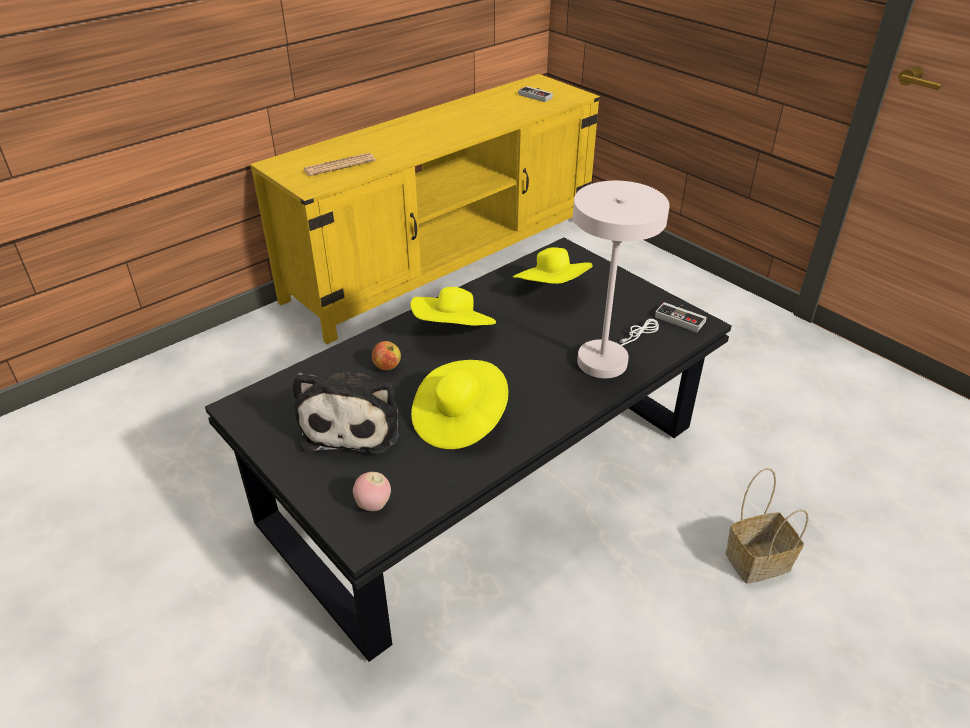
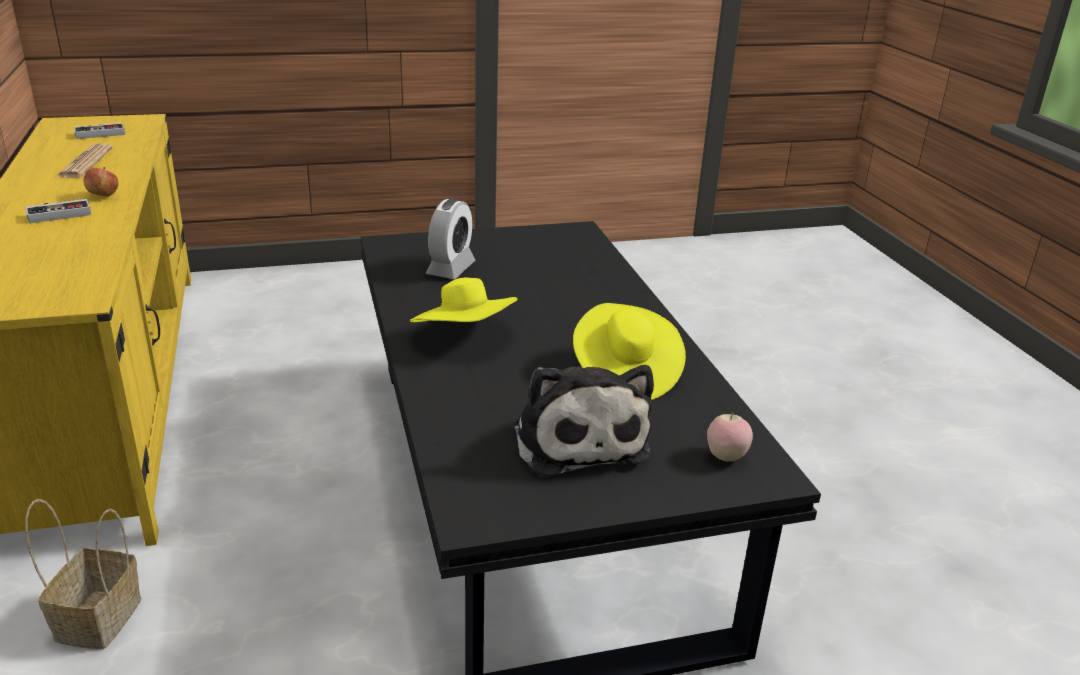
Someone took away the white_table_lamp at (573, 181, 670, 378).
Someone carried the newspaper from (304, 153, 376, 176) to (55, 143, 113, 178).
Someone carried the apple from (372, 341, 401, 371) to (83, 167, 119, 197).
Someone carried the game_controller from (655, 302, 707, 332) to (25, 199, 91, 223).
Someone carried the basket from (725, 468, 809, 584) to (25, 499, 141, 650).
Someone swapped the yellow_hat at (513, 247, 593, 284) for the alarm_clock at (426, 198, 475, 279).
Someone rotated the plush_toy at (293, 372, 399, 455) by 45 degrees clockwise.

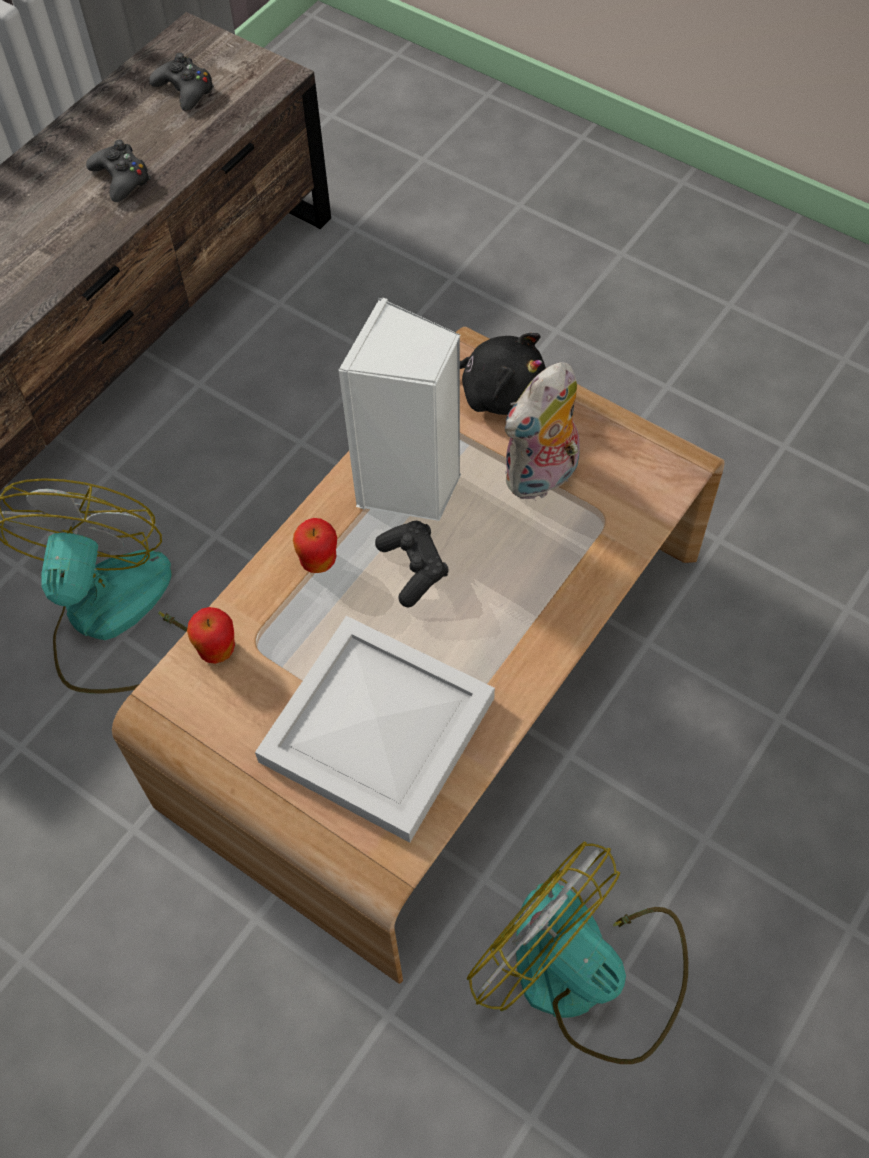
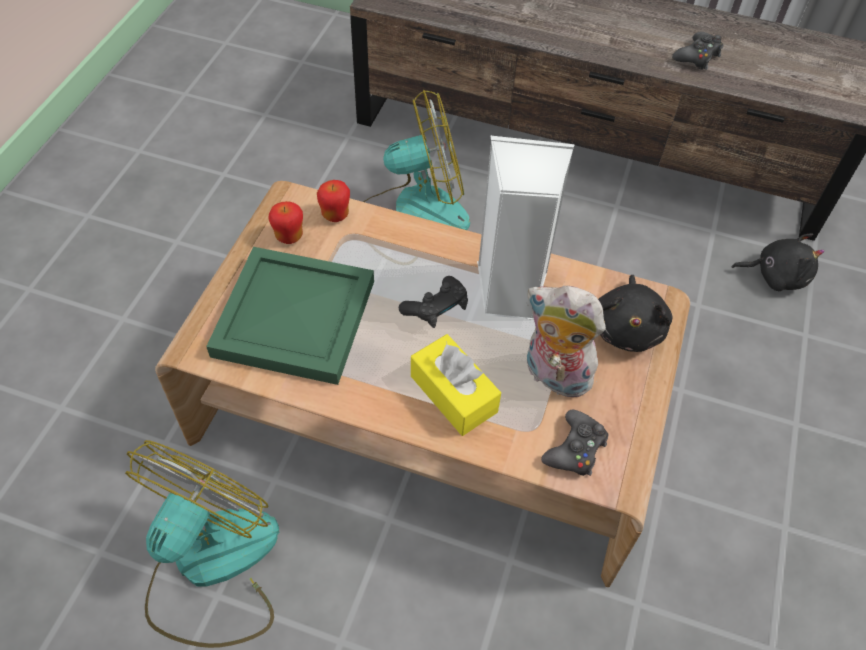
Someone put down the yellow_tissue_box at (411, 334, 501, 436).
Someone put down the black_plush_toy at (732, 233, 825, 291).
Someone carried the black_game_controller from (149, 53, 214, 111) to (541, 410, 608, 476).
Someone carried the apple from (293, 518, 337, 573) to (269, 201, 303, 244).
Someone repainted the white_tray at (255, 616, 495, 843), which became the green_tray at (206, 247, 374, 385).

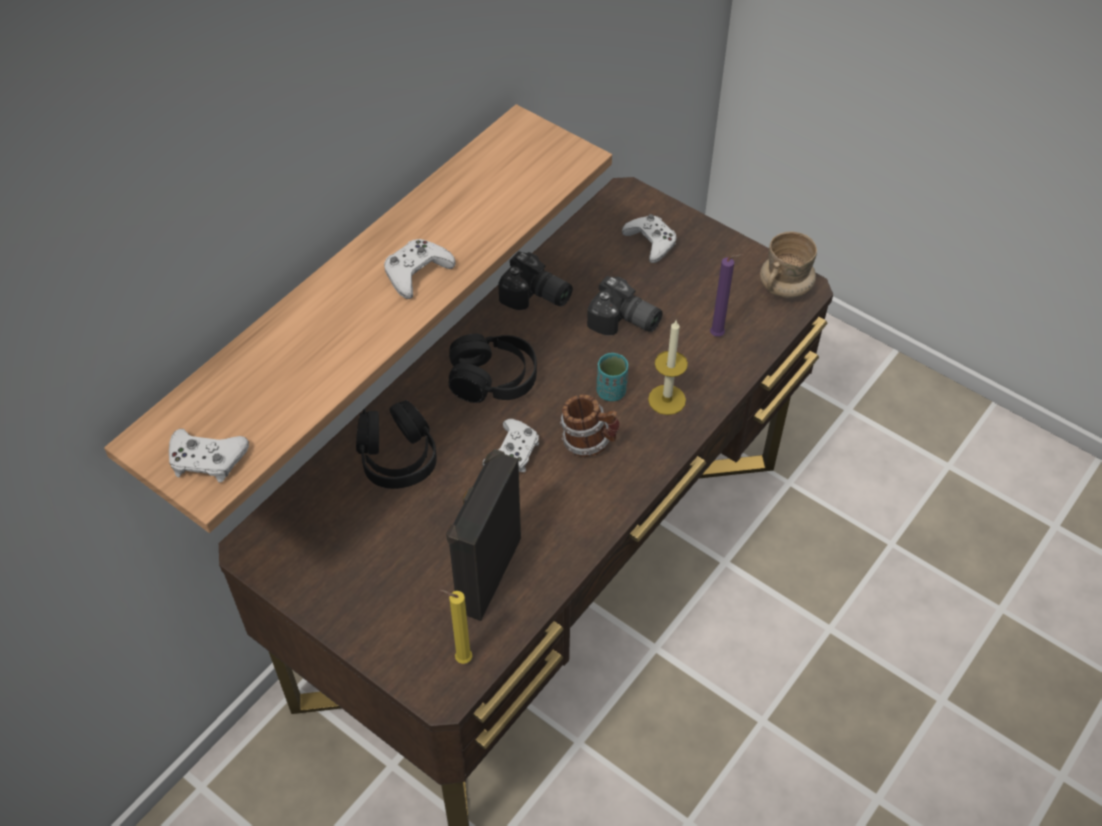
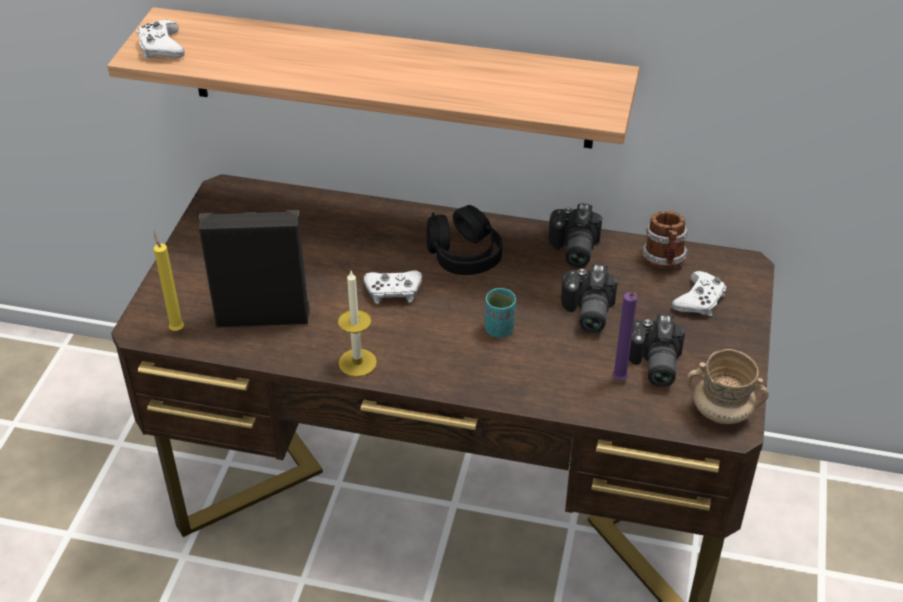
Someone took away the black_headphones at (356, 400, 437, 489).
Someone took away the white_game_controller at (384, 239, 455, 299).
Someone put down the photo_camera at (629, 314, 685, 388).
Someone carried the mug from (560, 394, 620, 457) to (642, 211, 688, 268).
Someone carried the candle from (648, 320, 688, 415) to (338, 271, 377, 377).

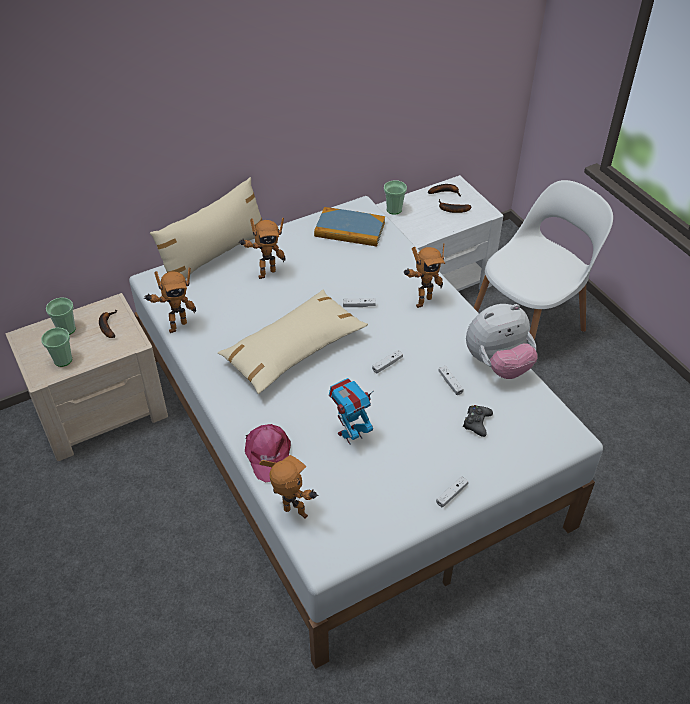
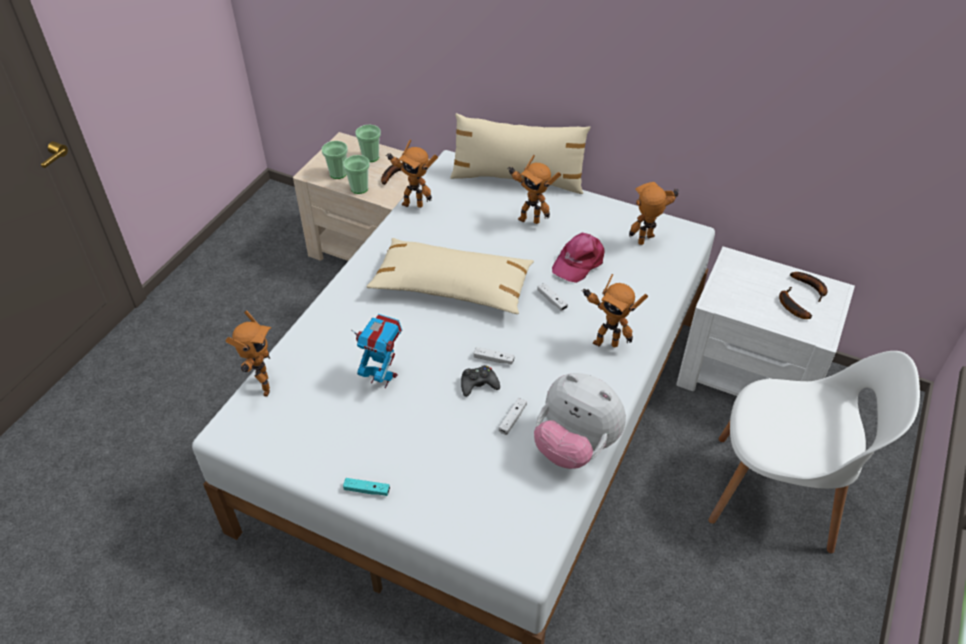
Someone carried the pink_cap from (245, 424, 291, 482) to (552, 233, 605, 283).
Someone carried the cup from (384, 180, 407, 215) to (343, 155, 370, 194).
Someone carried the black_game_controller from (463, 405, 493, 437) to (461, 365, 500, 397).
Someone swapped the book at (314, 207, 385, 246) for the toy_robot at (629, 182, 679, 245).
Someone repainted the white_game_controller at (436, 476, 468, 507), which became the turquoise_game_controller at (343, 478, 390, 496).

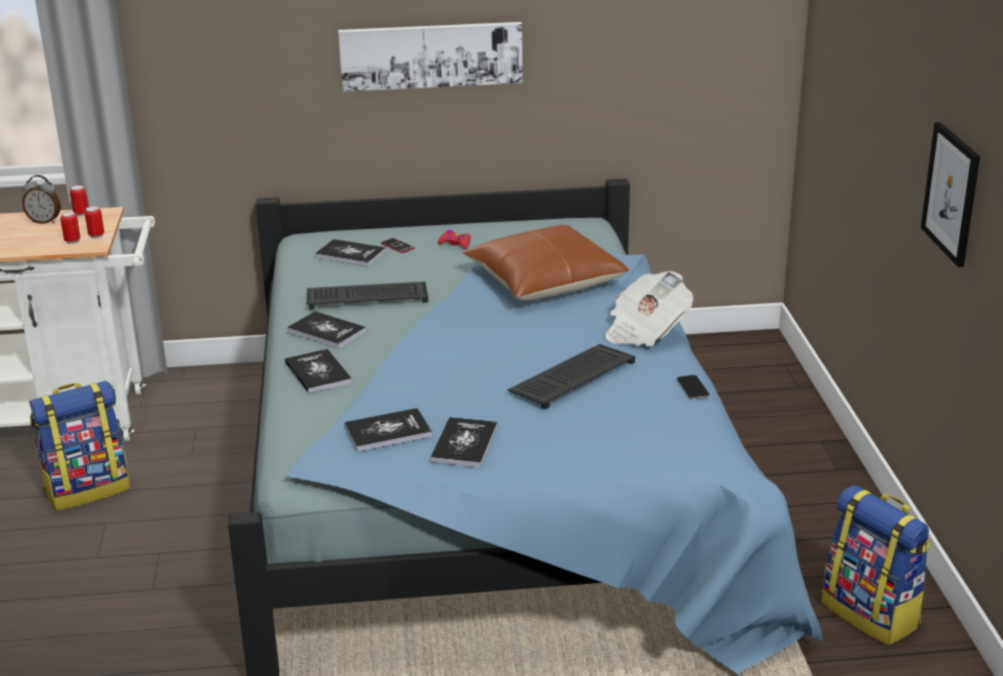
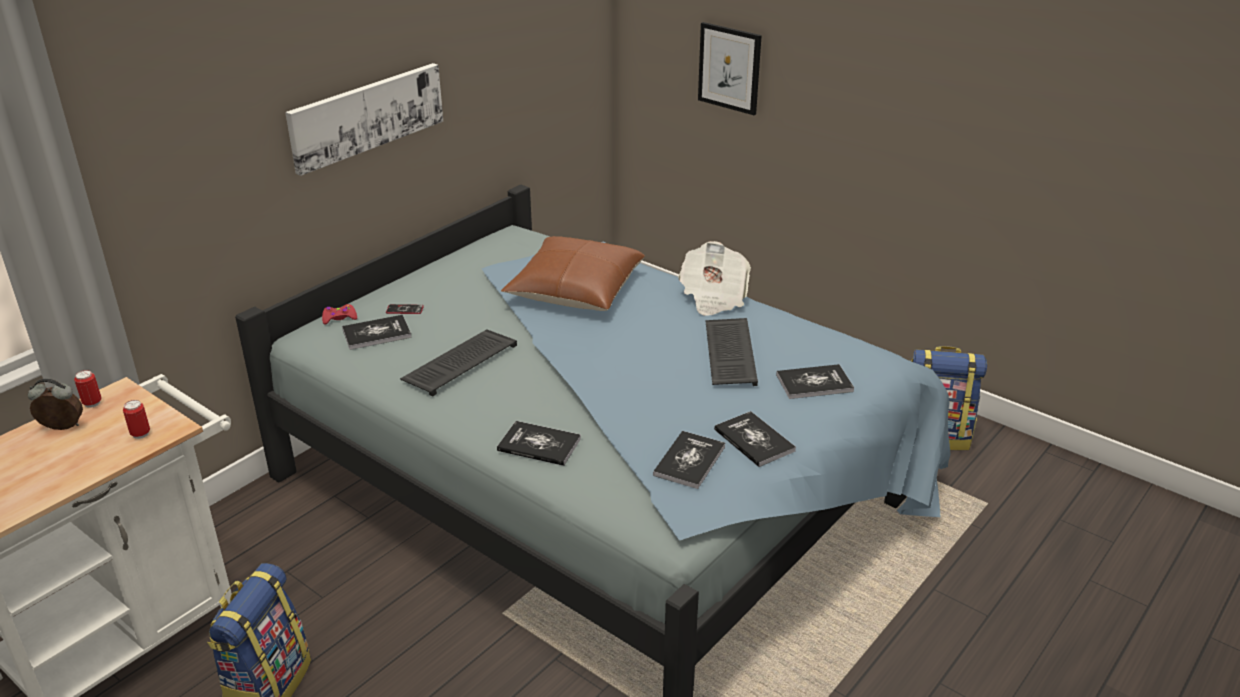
Someone took away the can at (85, 206, 104, 239).
Someone took away the phone at (677, 375, 710, 399).
Someone carried the book from (287, 311, 366, 349) to (776, 364, 854, 399).
Someone carried the red_game_controller from (438, 230, 471, 249) to (322, 304, 357, 324).
Someone carried the picture from (921, 122, 980, 267) to (698, 22, 762, 115).
Someone rotated the alarm_clock at (22, 175, 61, 224) by 150 degrees counterclockwise.

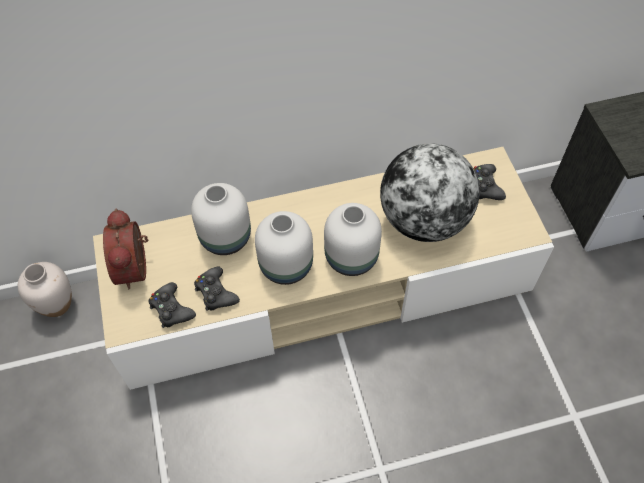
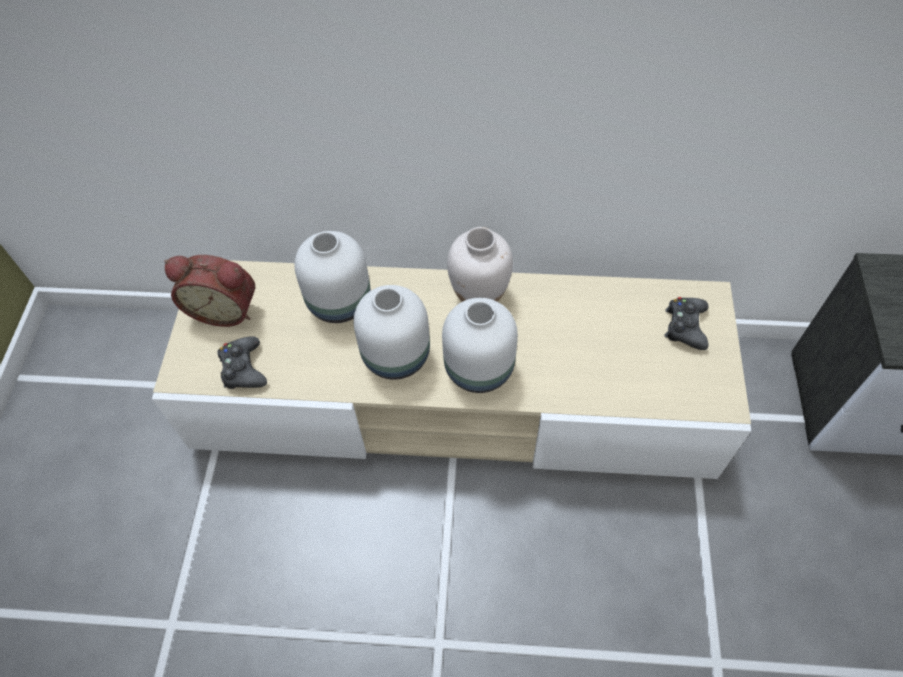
Someone took away the black_game_controller at (194, 266, 240, 311).
Someone took away the globe at (380, 143, 480, 242).
Someone carried the white_vase from (18, 262, 72, 317) to (447, 227, 513, 302).
Someone rotated the alarm_clock at (103, 209, 148, 290) by 90 degrees counterclockwise.

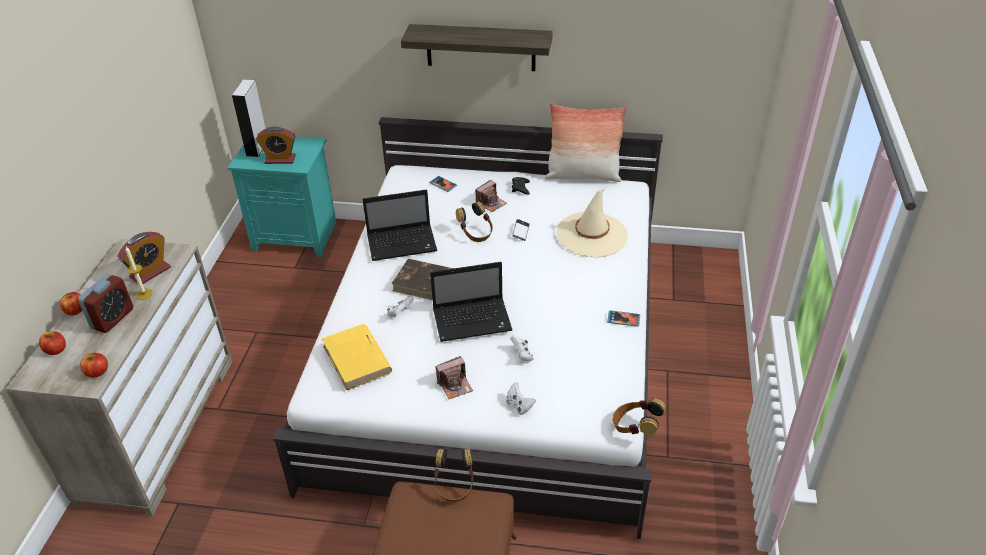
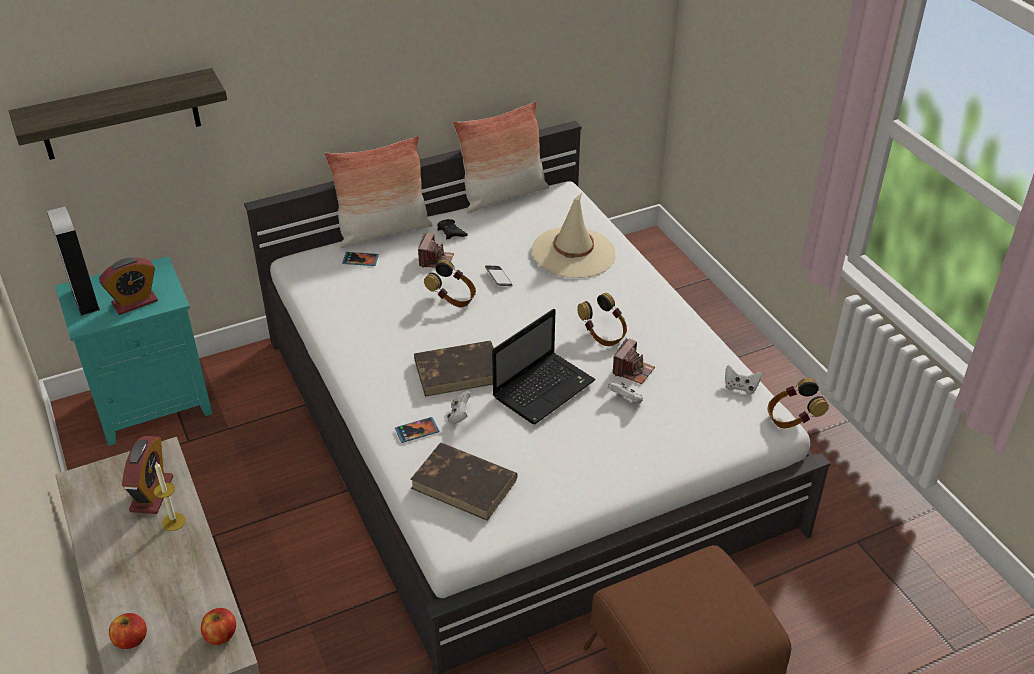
Someone took away the apple at (60, 292, 82, 315).
Someone took away the alarm_clock at (78, 274, 133, 333).
Someone took away the laptop at (362, 190, 437, 261).
Someone put down the pillow at (325, 136, 432, 248).
Someone carried the shelf from (401, 24, 553, 71) to (9, 68, 227, 160).
Someone carried the headphones from (434, 449, 474, 501) to (577, 293, 627, 346).
Someone carried the photo_camera from (435, 356, 473, 399) to (613, 338, 655, 384).
Someone carried the white_game_controller from (506, 382, 536, 415) to (725, 365, 762, 394).
Someone carried the phone from (607, 310, 640, 327) to (395, 417, 439, 443).
Someone repainted the yellow_book at (322, 324, 392, 390), which became the brown_book at (410, 443, 518, 521).

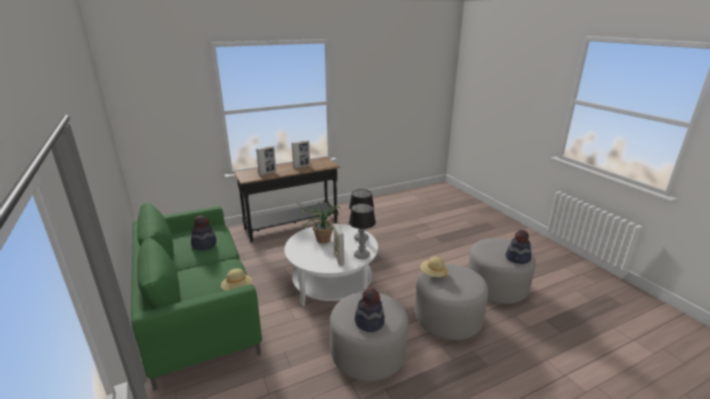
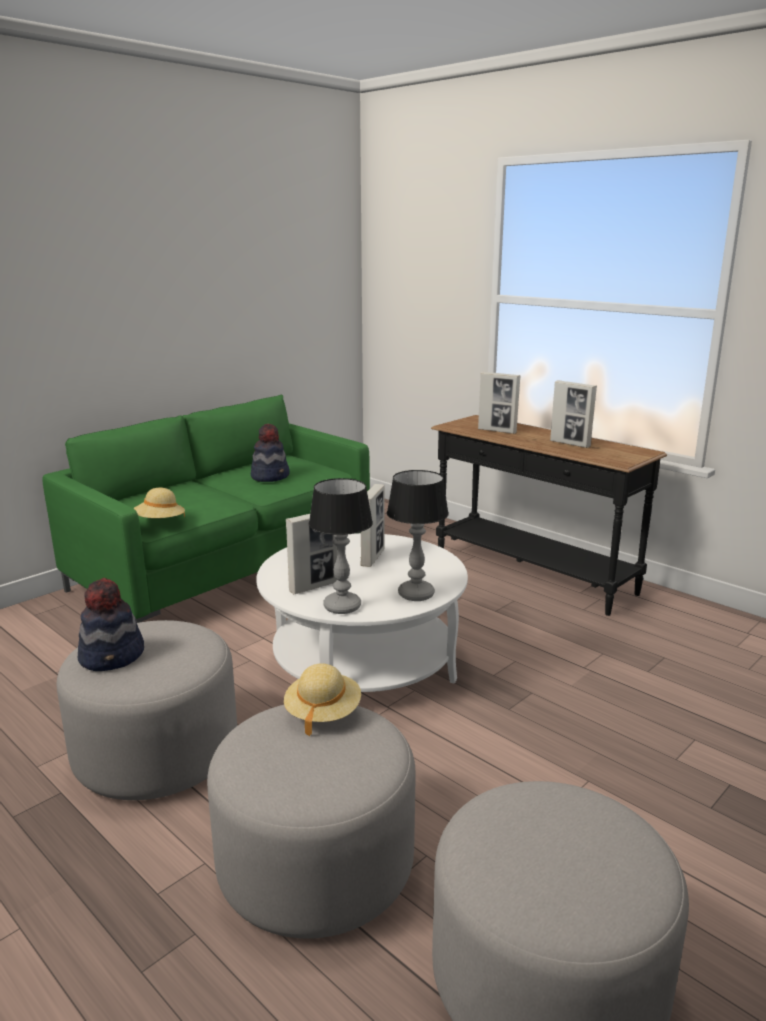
Someone took away the hat at (506, 230, 532, 264).
Someone swapped the potted_plant at (296, 201, 343, 243) for the picture_frame at (360, 484, 385, 567).

